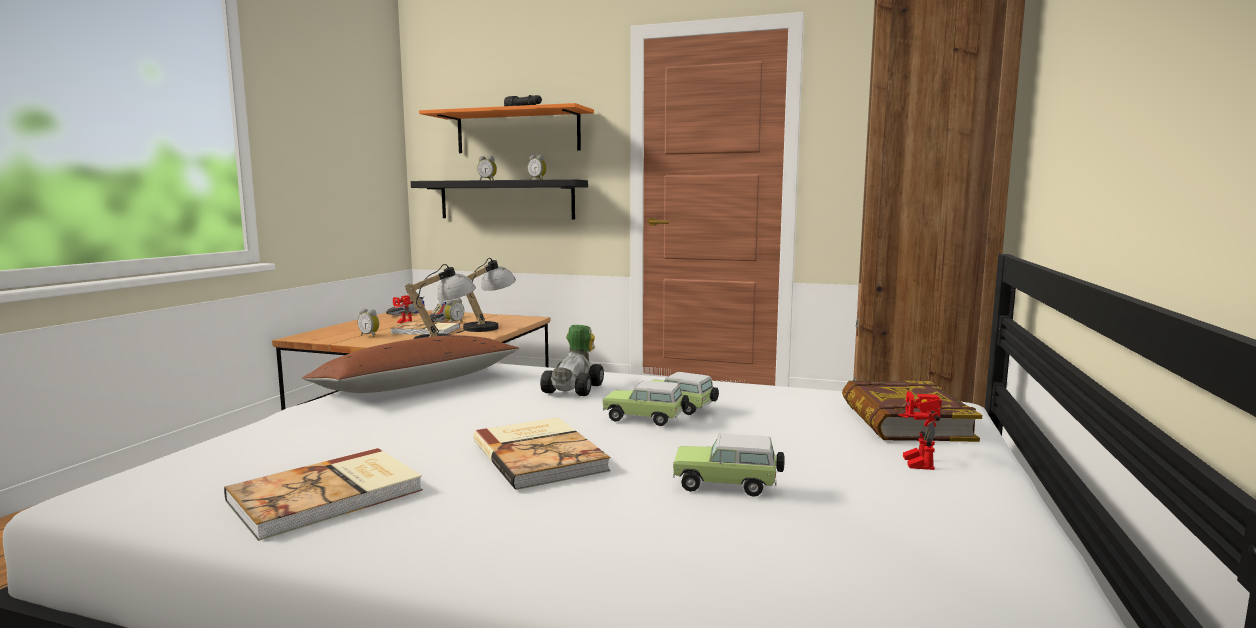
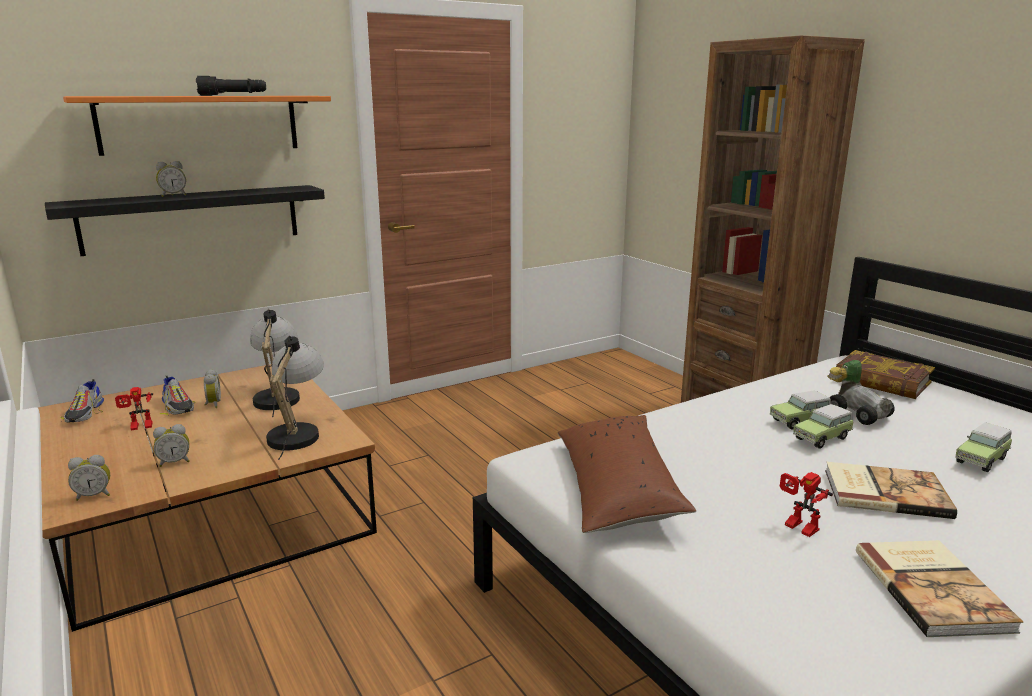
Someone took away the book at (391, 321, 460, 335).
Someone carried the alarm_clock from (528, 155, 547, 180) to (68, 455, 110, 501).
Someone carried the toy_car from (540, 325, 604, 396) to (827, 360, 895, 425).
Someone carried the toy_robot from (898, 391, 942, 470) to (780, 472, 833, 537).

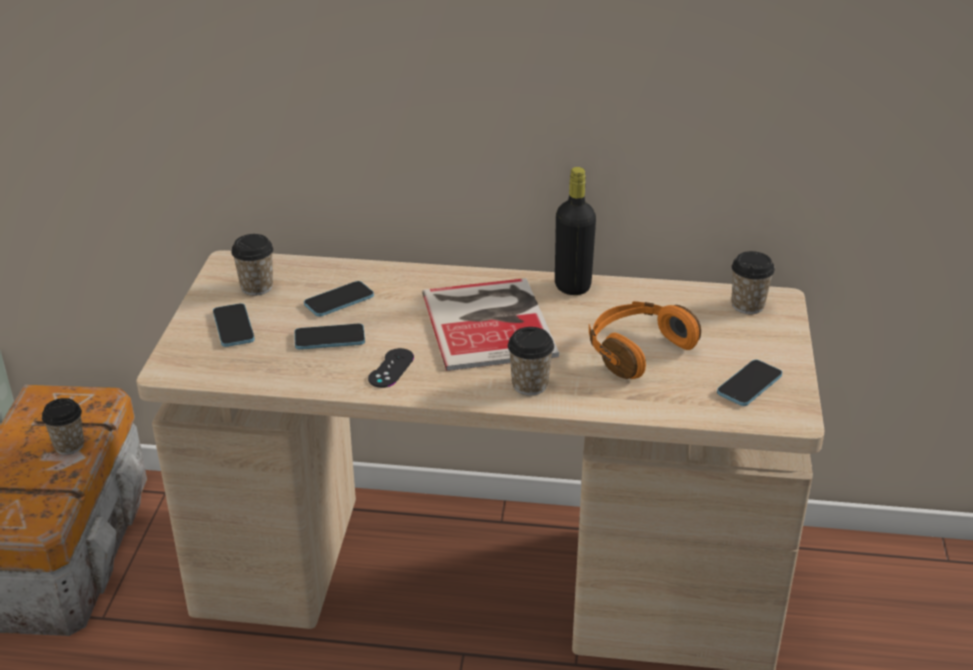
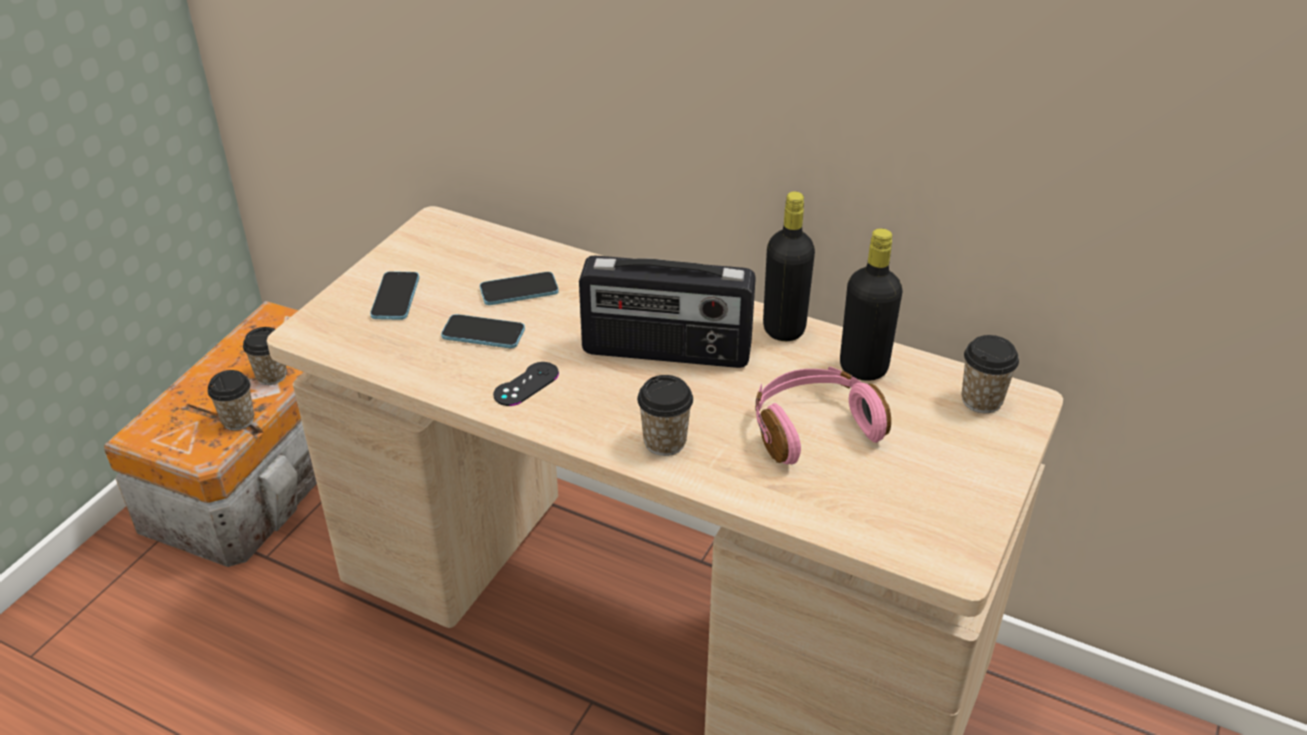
Someone took away the phone at (717, 360, 782, 406).
Someone put down the black_bottle at (840, 228, 902, 381).
Someone carried the cup from (231, 234, 274, 296) to (207, 370, 254, 431).
Someone swapped the book at (422, 278, 559, 371) for the radio at (579, 255, 756, 368).
Someone repainted the orange_headphones at (589, 301, 701, 379), which became the pink_headphones at (756, 367, 891, 465).

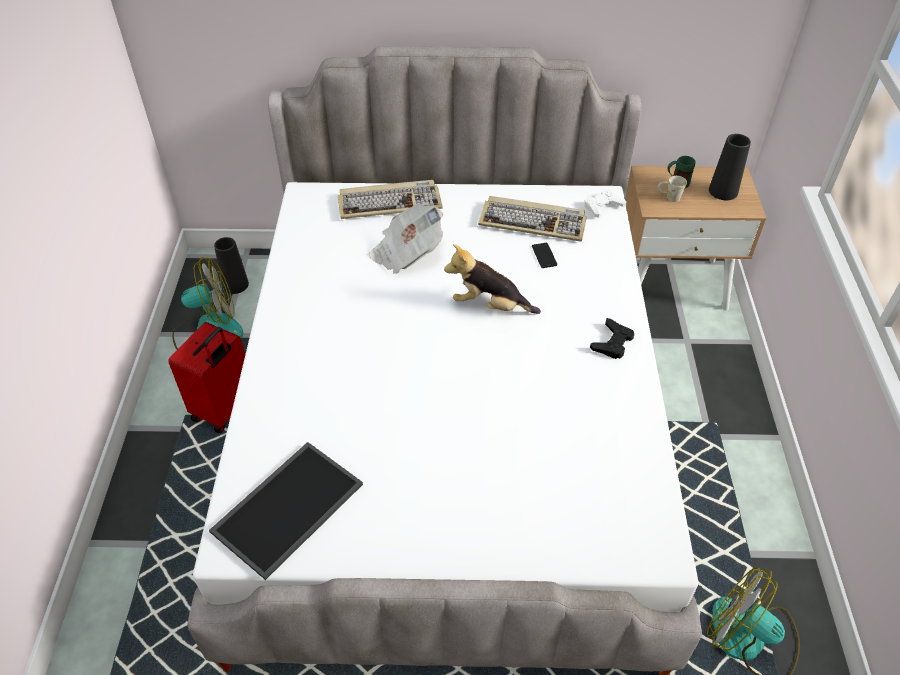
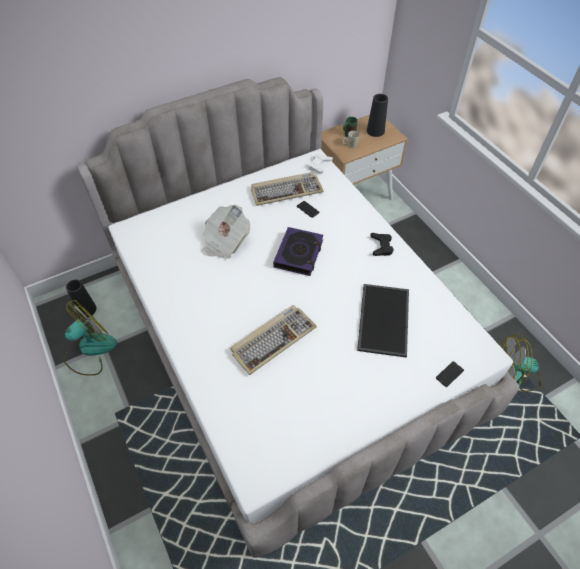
Someone took away the red_suitcase at (168, 322, 245, 433).
Someone put down the phone at (436, 361, 464, 387).
Someone carried the tray from (209, 442, 363, 580) to (357, 284, 409, 357).
Someone carried the keyboard from (338, 180, 443, 219) to (230, 305, 317, 375).
Someone swapped the plush_toy at (444, 244, 541, 314) for the book at (273, 227, 324, 276).

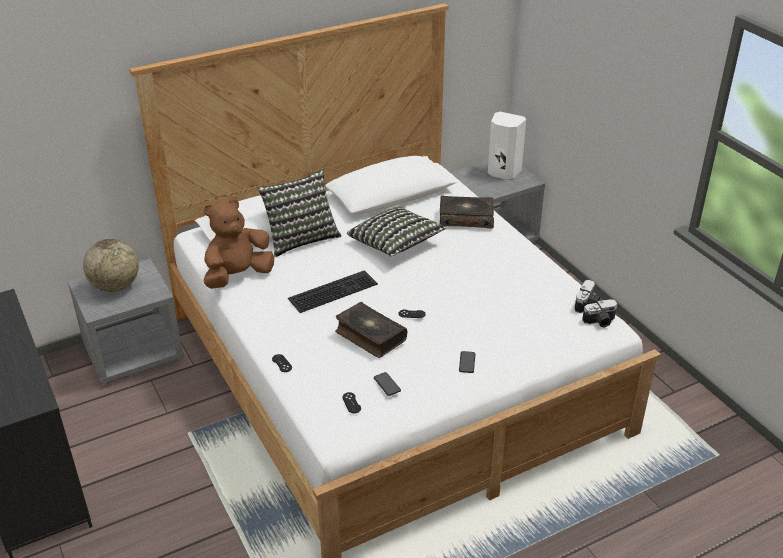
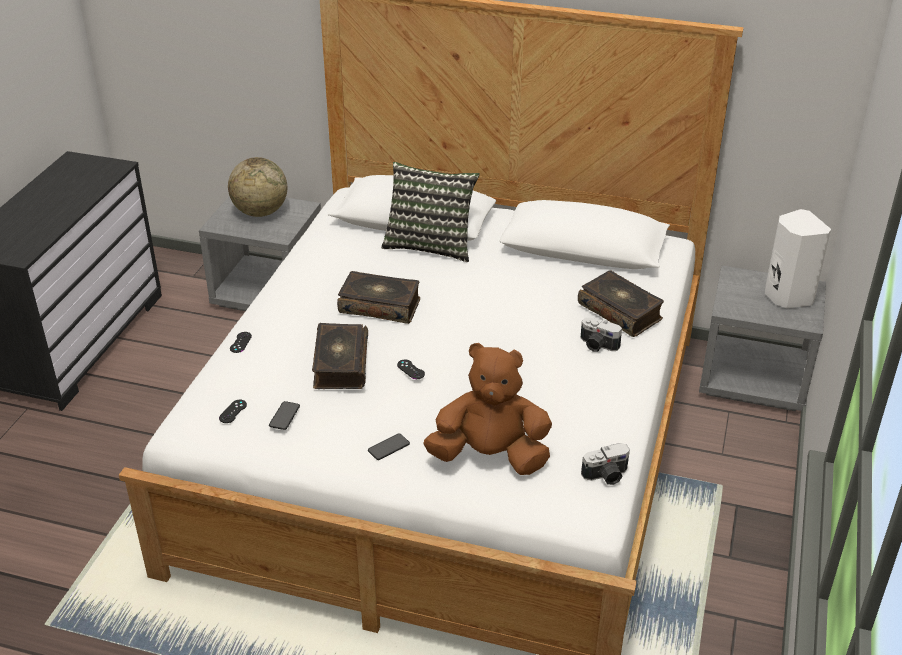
Someone took away the pillow at (347, 207, 447, 257).
Someone carried the brown_plush_toy from (204, 199, 274, 289) to (423, 343, 552, 475).
Someone carried the photo_camera from (582, 299, 617, 328) to (581, 318, 622, 352).
Someone swapped the keyboard at (288, 270, 378, 313) for the book at (337, 271, 420, 324).

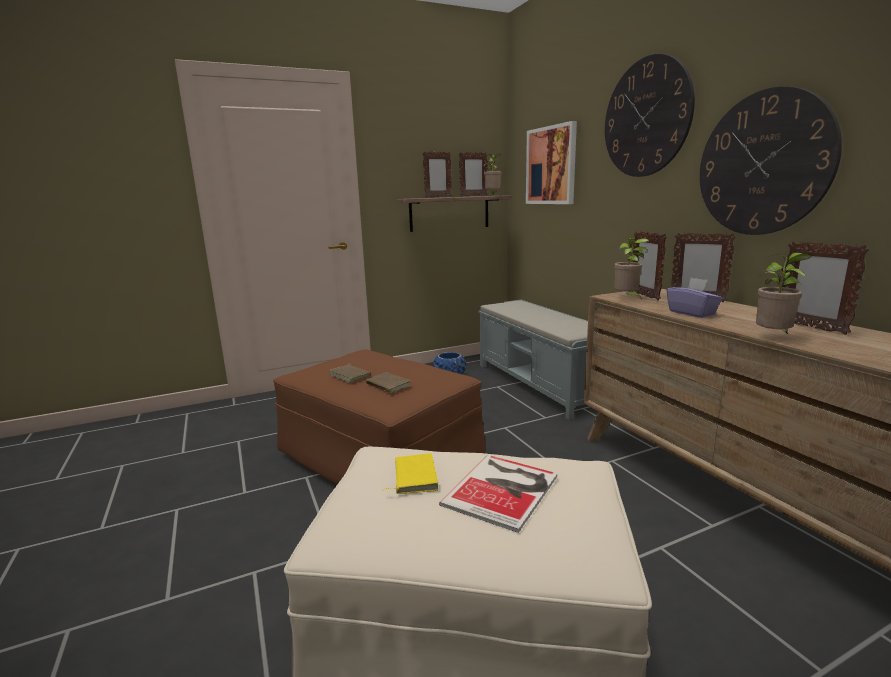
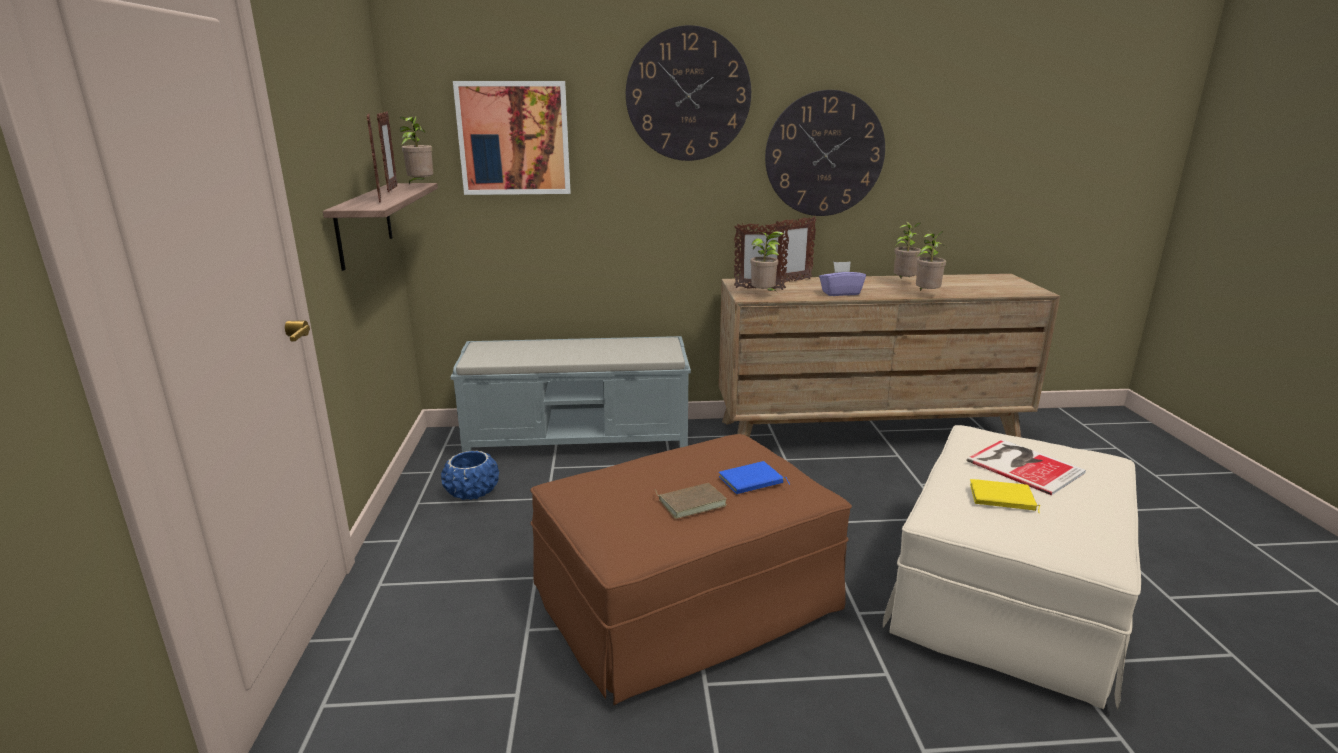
Someone swapped the picture_frame at (783, 241, 869, 335) for the potted_plant at (894, 222, 921, 278).
Someone repainted the brown_book at (366, 372, 411, 393), which became the blue_book at (719, 461, 790, 494).

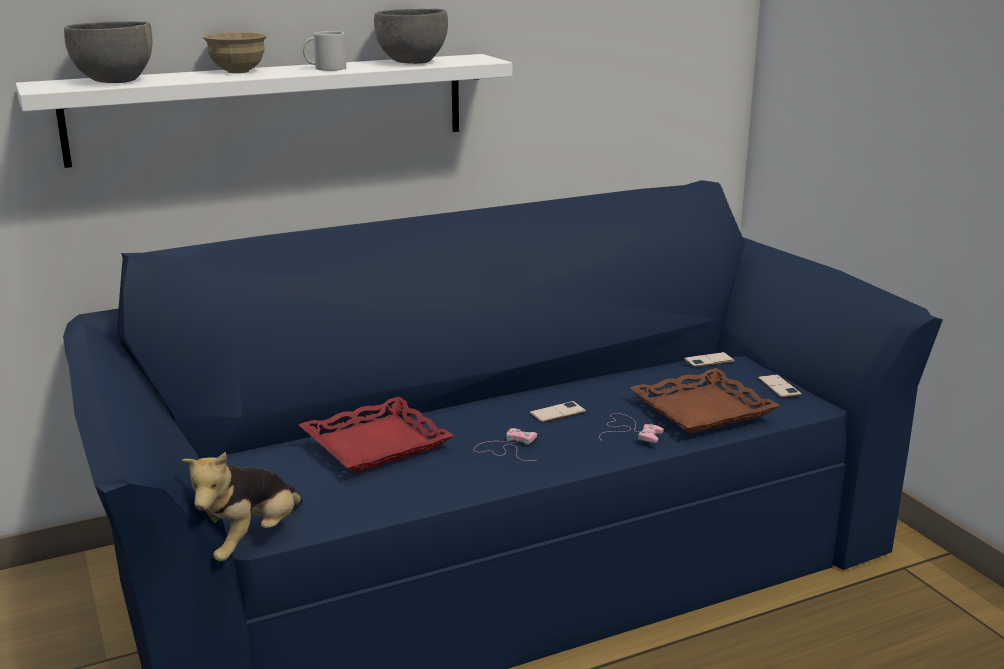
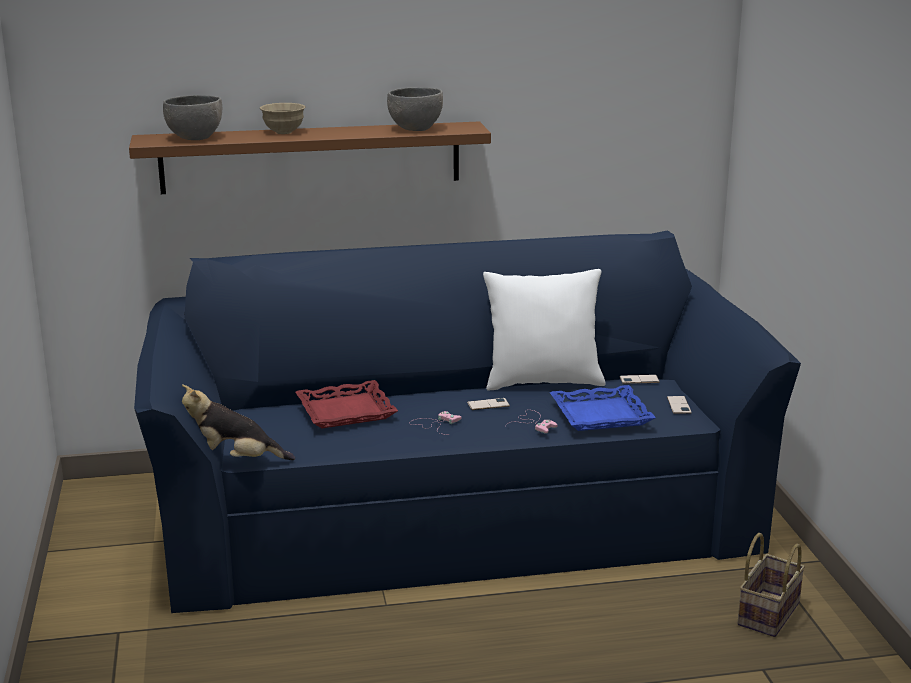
Someone took away the white_mug at (303, 31, 346, 71).
Someone put down the white_pillow at (483, 269, 606, 390).
Someone put down the basket at (737, 533, 805, 637).
Someone repainted the white_shelf at (16, 54, 512, 168), which became the brown_shelf at (129, 121, 491, 194).
Someone repainted the brown_tray at (630, 368, 780, 434), which became the blue_tray at (550, 385, 656, 431).
Someone rotated the plush_toy at (182, 452, 303, 561) by 45 degrees clockwise.

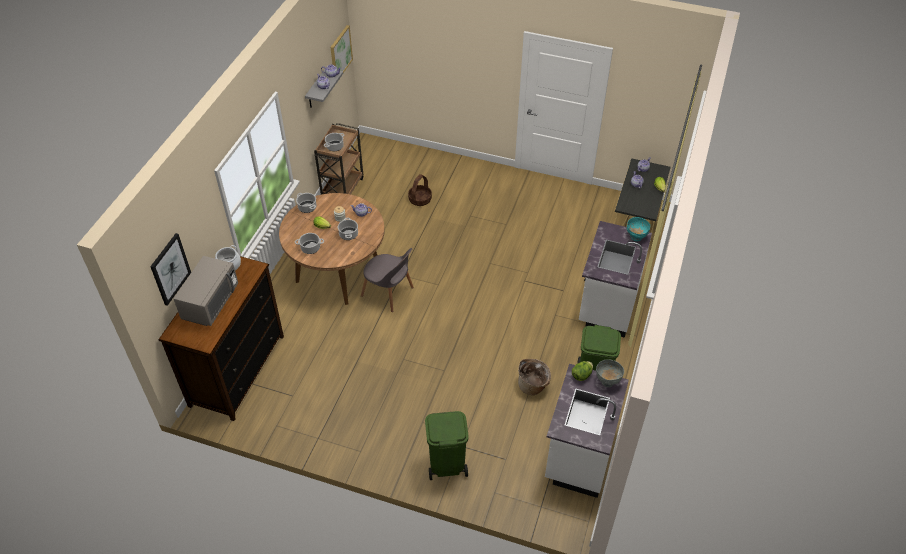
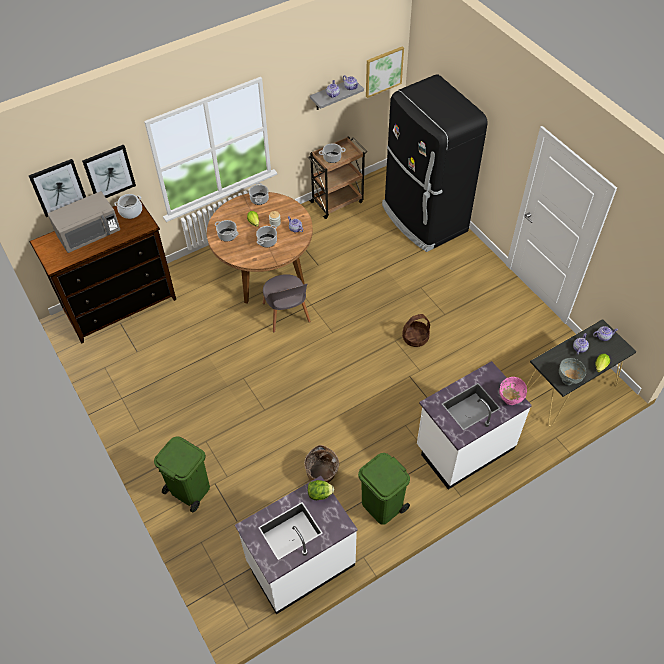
Someone put up the picture at (82, 145, 136, 198).
Someone put down the black_fridge at (382, 75, 488, 252).
Someone carried the basket from (408, 174, 432, 206) to (402, 314, 430, 347).
Someone carried the grey_bowl from (596, 359, 624, 387) to (559, 358, 586, 385).
Someone repainted the turquoise_bowl at (627, 217, 650, 241), which became the pink_bowl at (499, 377, 527, 405).

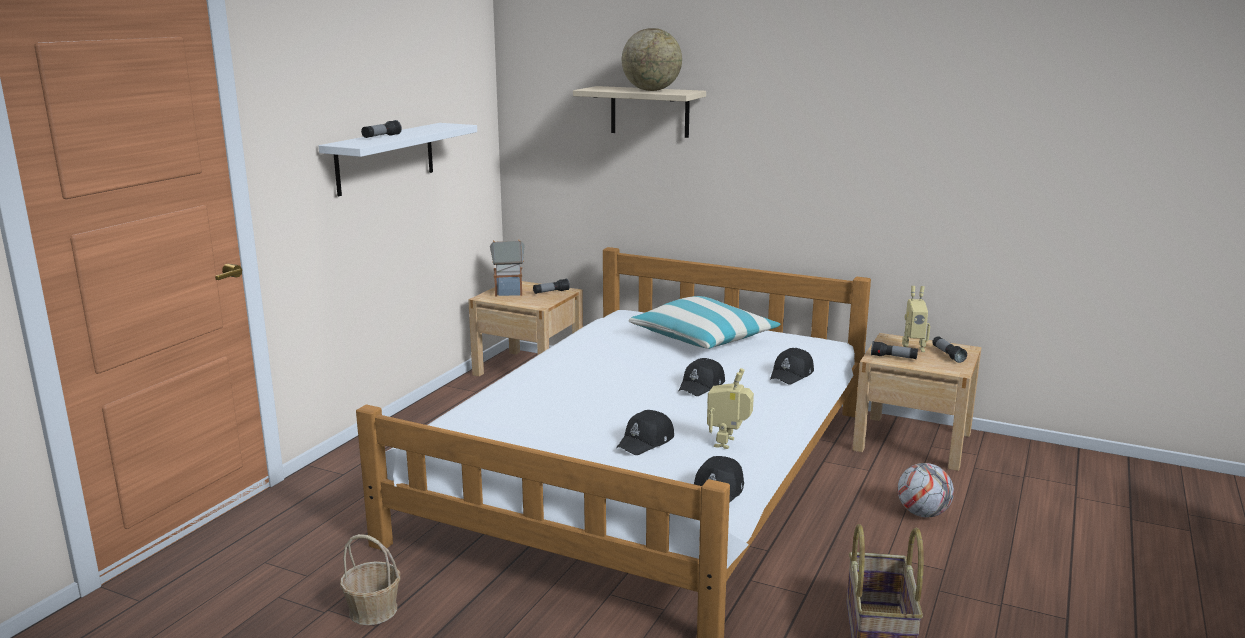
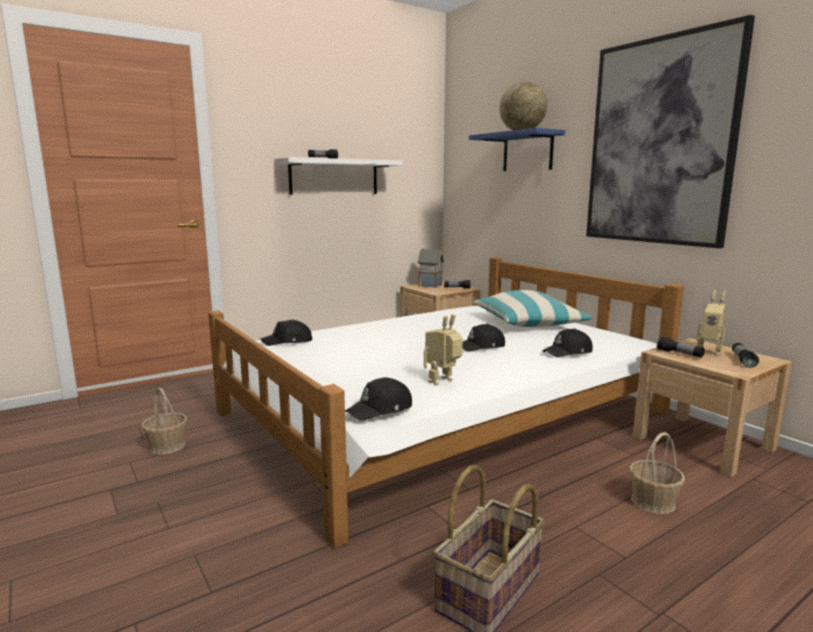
Someone put up the picture at (586, 15, 755, 248).
Someone carried the black_cap from (616, 410, 674, 455) to (260, 319, 312, 346).
Someone swapped the football at (898, 463, 954, 517) for the basket at (629, 432, 685, 514).
Someone repainted the beige_shelf at (573, 86, 706, 138), which became the blue_shelf at (469, 128, 565, 171).

